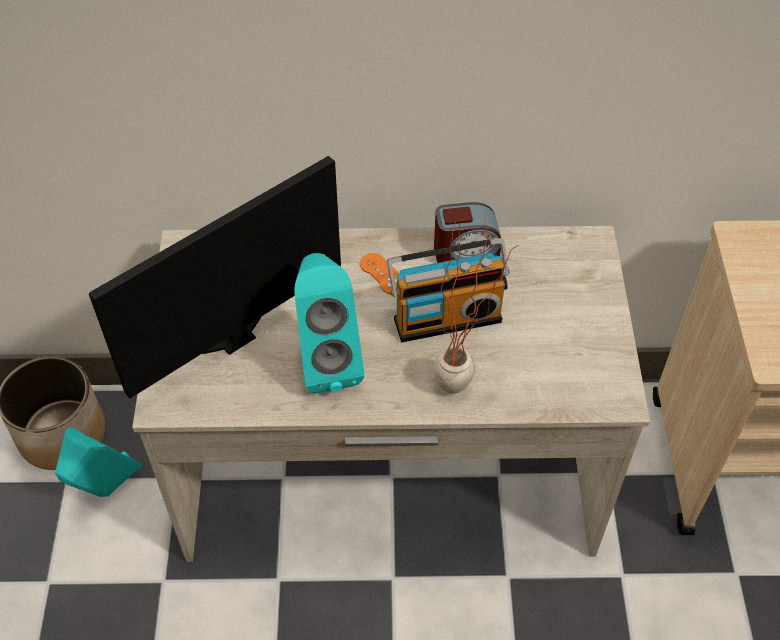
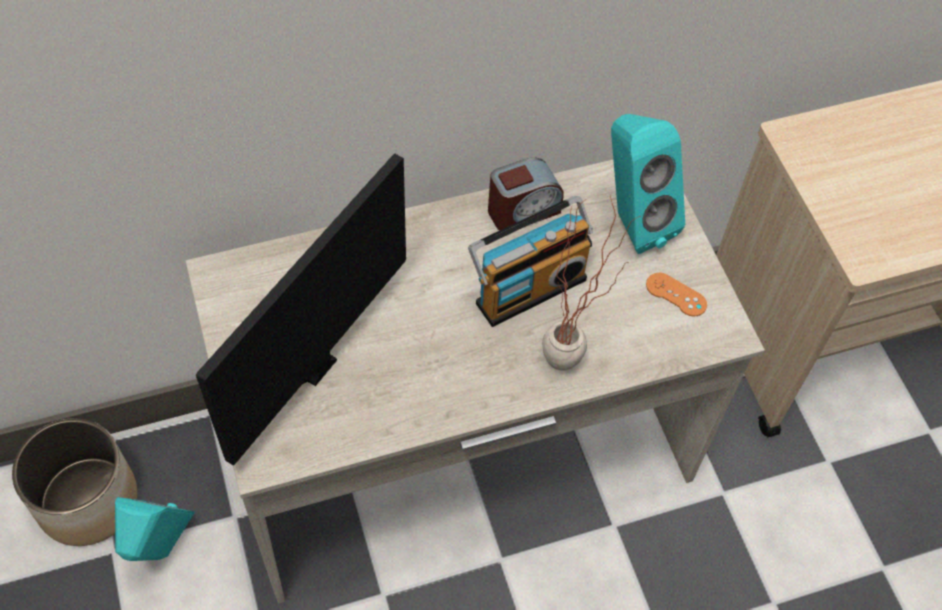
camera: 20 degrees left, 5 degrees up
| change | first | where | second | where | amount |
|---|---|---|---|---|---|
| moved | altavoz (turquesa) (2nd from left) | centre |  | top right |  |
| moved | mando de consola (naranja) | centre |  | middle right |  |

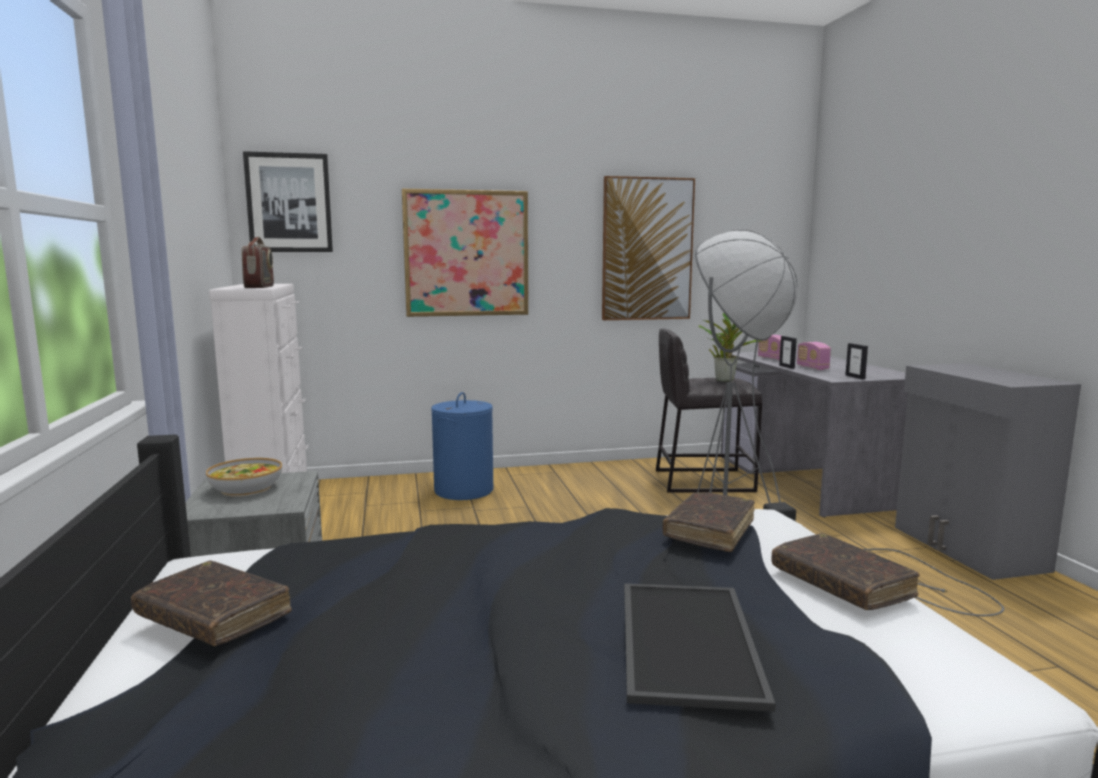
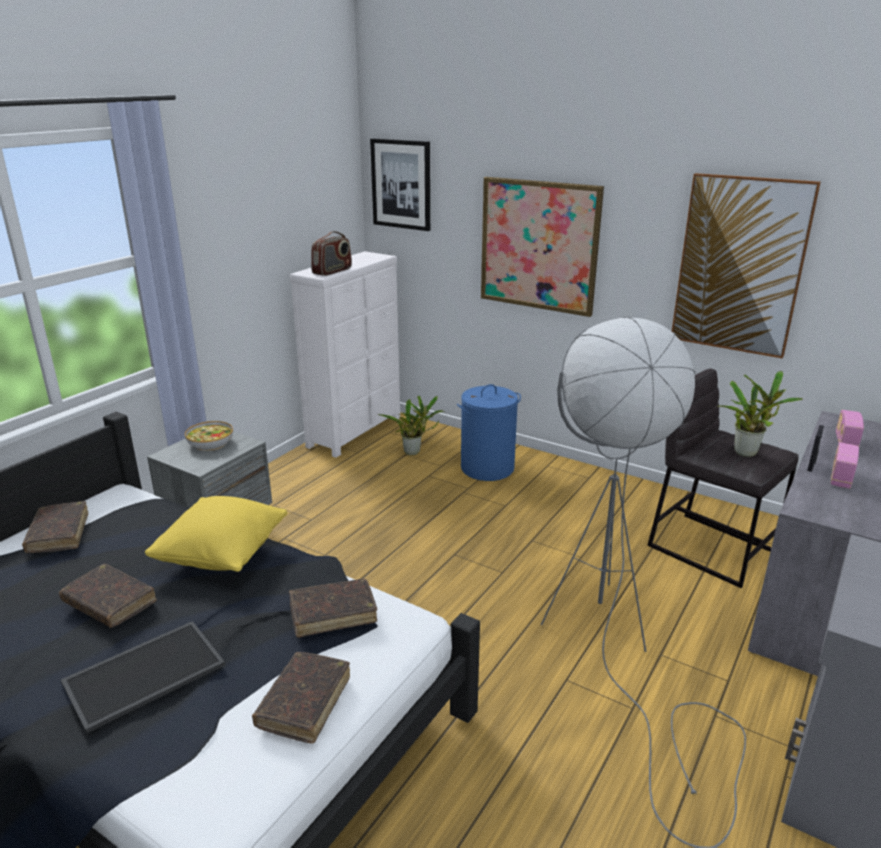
camera: 45 degrees right, 15 degrees up
| change | first | where | second | where | amount |
|---|---|---|---|---|---|
| removed | portarretratos (2nd from left) | middle right |  |  |  |
| added |  |  | planta en maceta (1st from left) | centre |  |
| added |  |  | cojín (amarillo) | middle left |  |
| added |  |  | libro (marrón) (2nd from left) | bottom left |  |

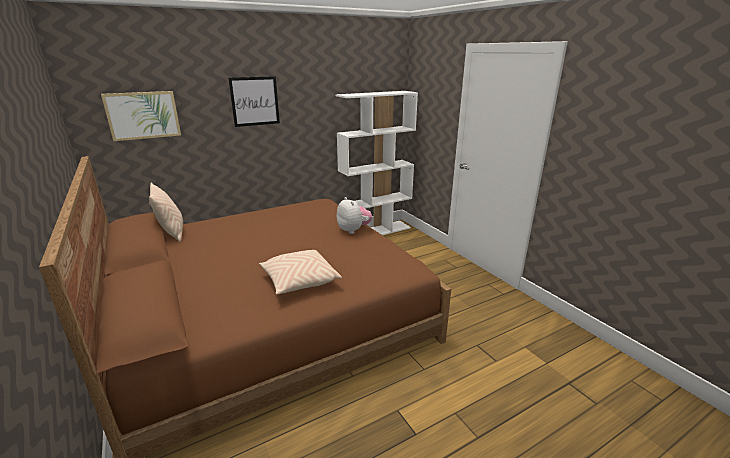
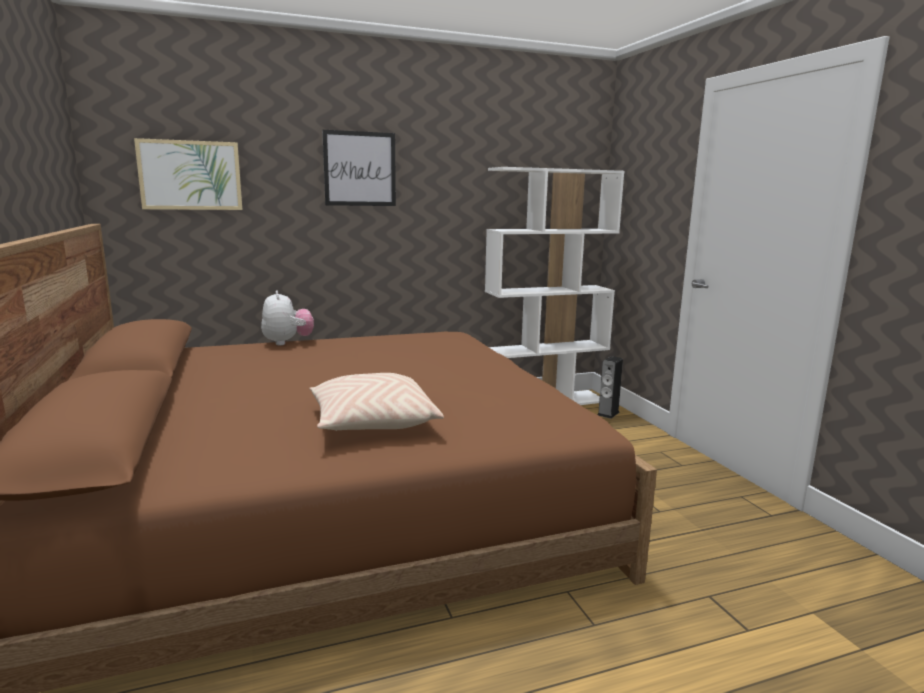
camera: 10 degrees right, 10 degrees down
| change | first | where | second | where | amount |
|---|---|---|---|---|---|
| removed | cojín (beis) (1st from left) | middle left |  |  |  |
| moved | peluche | centre |  | middle left |  |
| added |  |  | altavoz | centre |  |

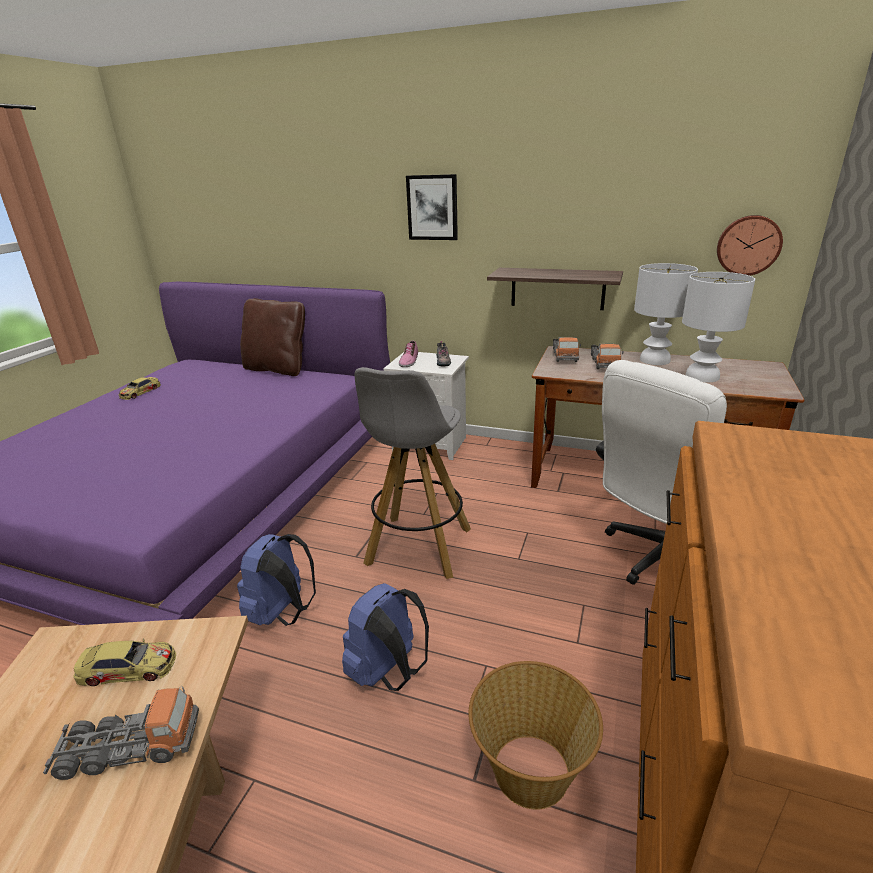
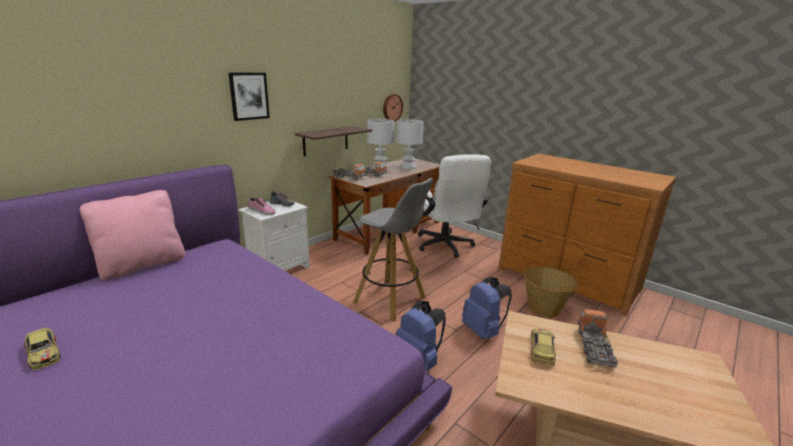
camera: 70 degrees left, 5 degrees down
| change | first | where | second | where | amount |
|---|---|---|---|---|---|
| recoloured | cojín (marrón) | middle left | cojín (rosa) | middle left |  |

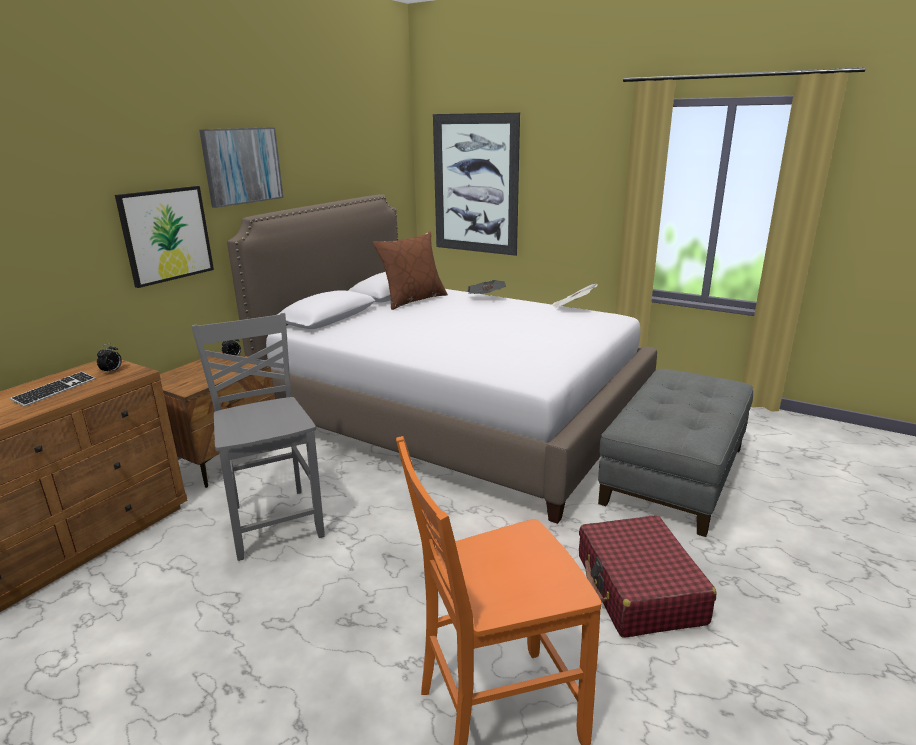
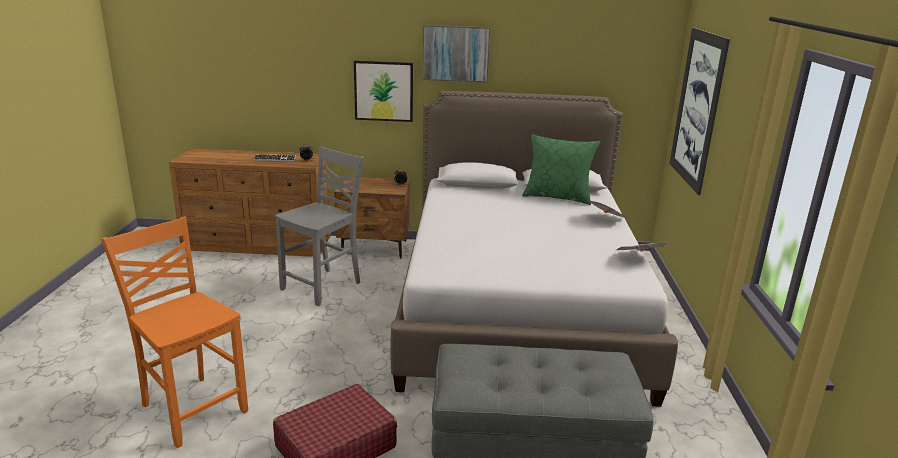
camera: 60 degrees right, 0 degrees up
| change | first | where | second | where | amount |
|---|---|---|---|---|---|
| recoloured | cojín (marrón) | centre | cojín (verde) | centre |  |

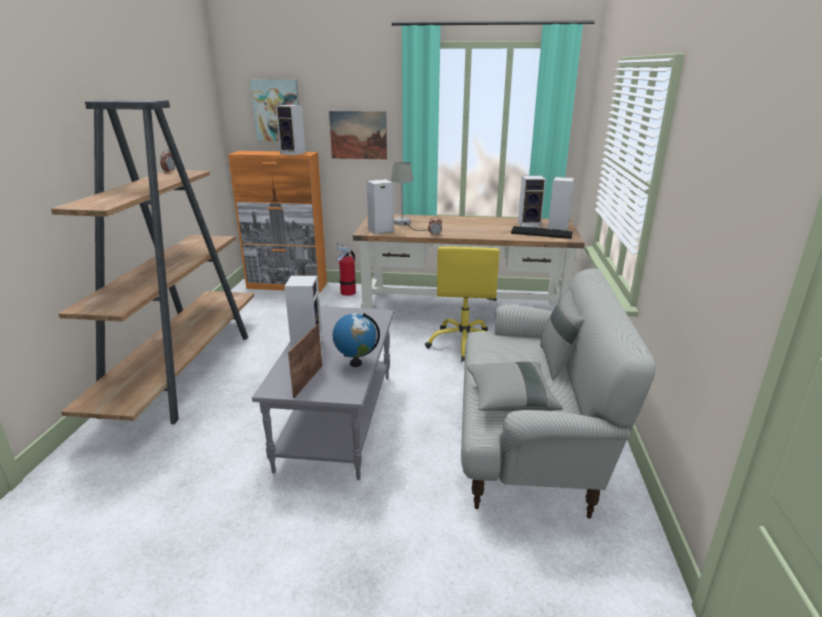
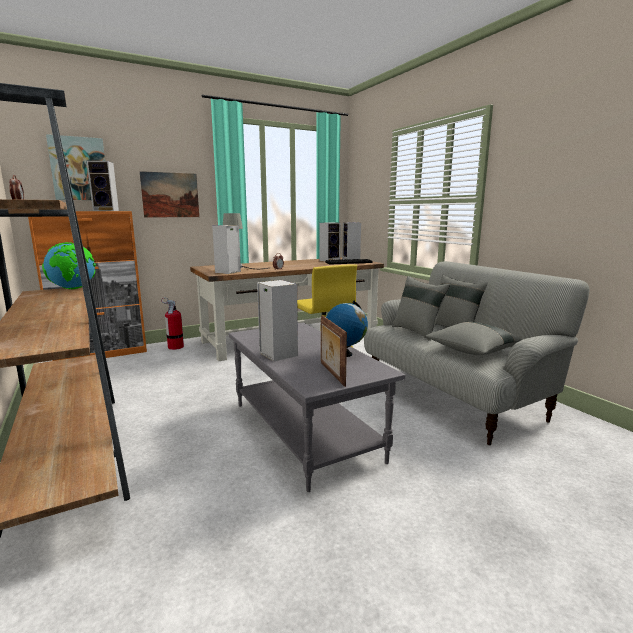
camera: 35 degrees left, 10 degrees down
| change | first | where | second | where | amount |
|---|---|---|---|---|---|
| added |  |  | globo terráqueo (1st from left) | middle left |  |
| added |  |  | cojín (gris) (1st from left) | centre |  |

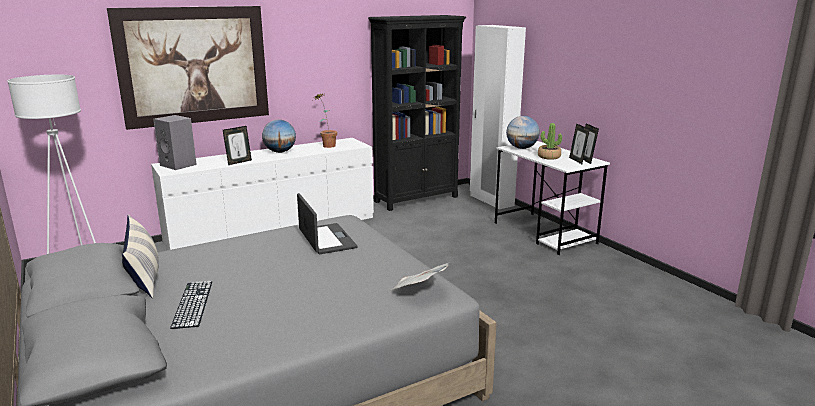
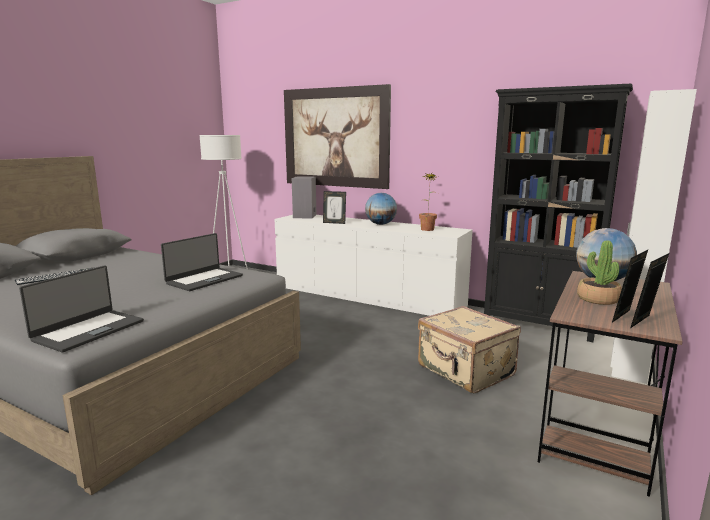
camera: 60 degrees right, 5 degrees down
| change | first | where | second | where | amount |
|---|---|---|---|---|---|
| recoloured | escritorio (blanco) | middle right | escritorio (marrón) | bottom right |  |
| removed | cojín | middle left |  |  |  |
| replaced | periódico | bottom centre | portátil (1st from left) | middle left |  |
| added |  |  | maleta (beis) | bottom centre |  |

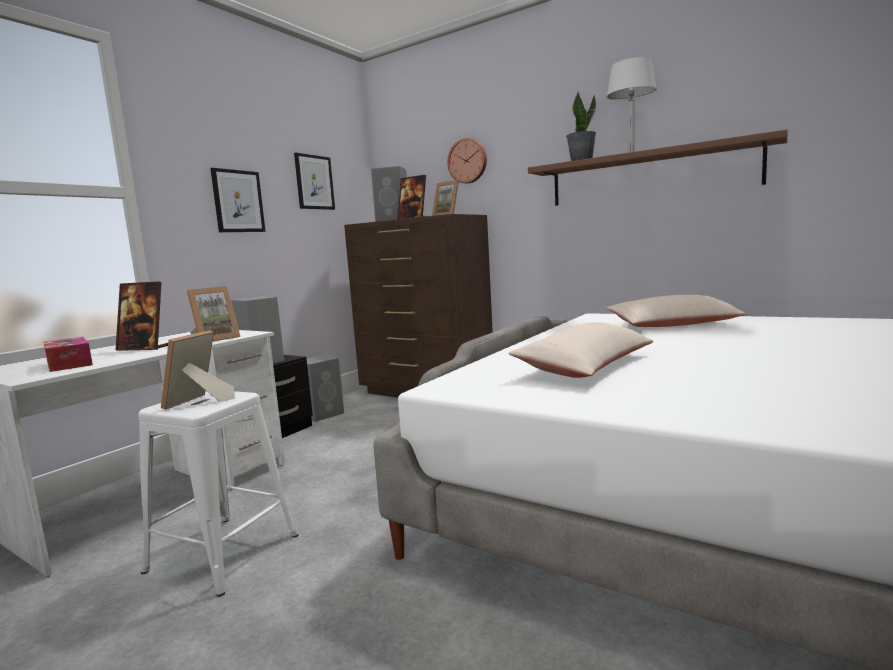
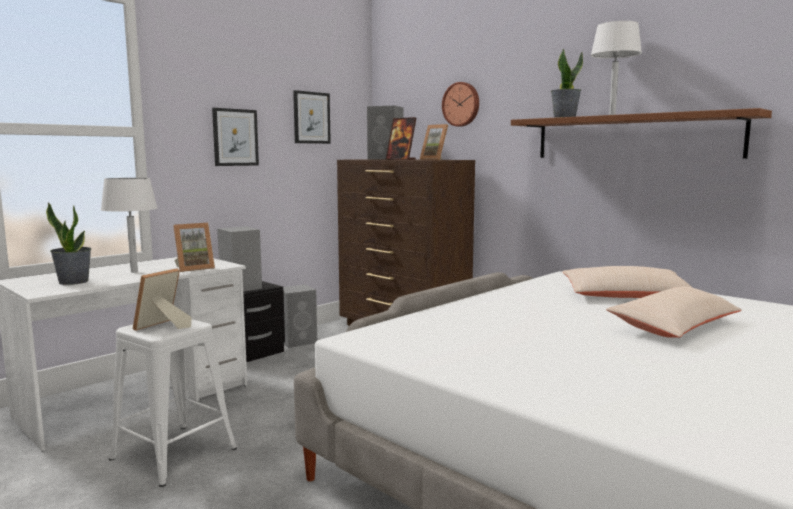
camera: 10 degrees right, 0 degrees up
| change | first | where | second | where | amount |
|---|---|---|---|---|---|
| replaced | portarretratos (1st from left) | middle left | lámpara de mesa (blanco) (1st from left) | middle left |  |
| moved | cojín (beis) (1st from left in the first image) | centre | cojín (beis) (2nd from left) | middle right |  |
| replaced | caja de pañuelos | middle left | planta en maceta (1st from left) | middle left |  |

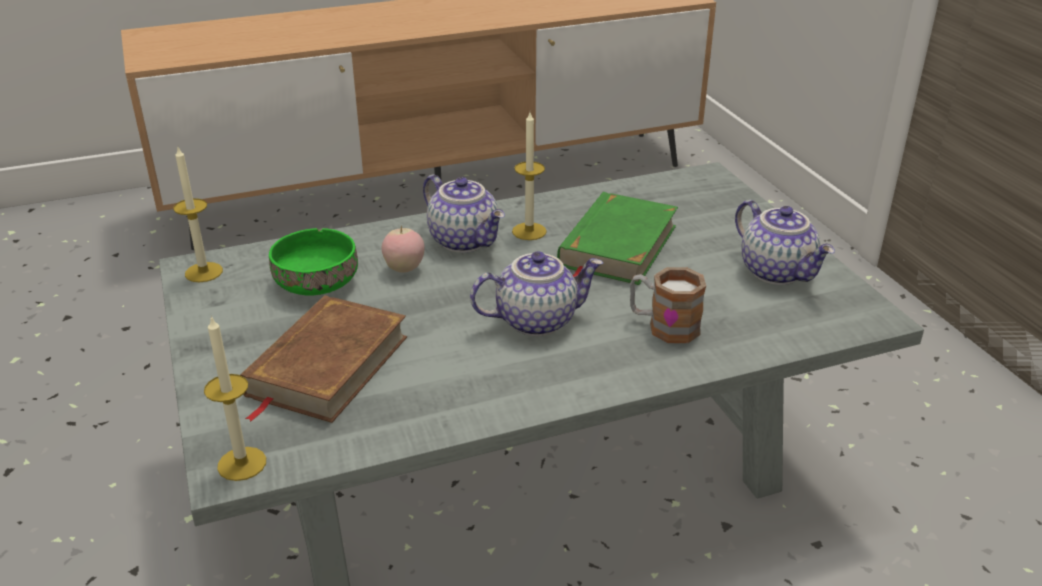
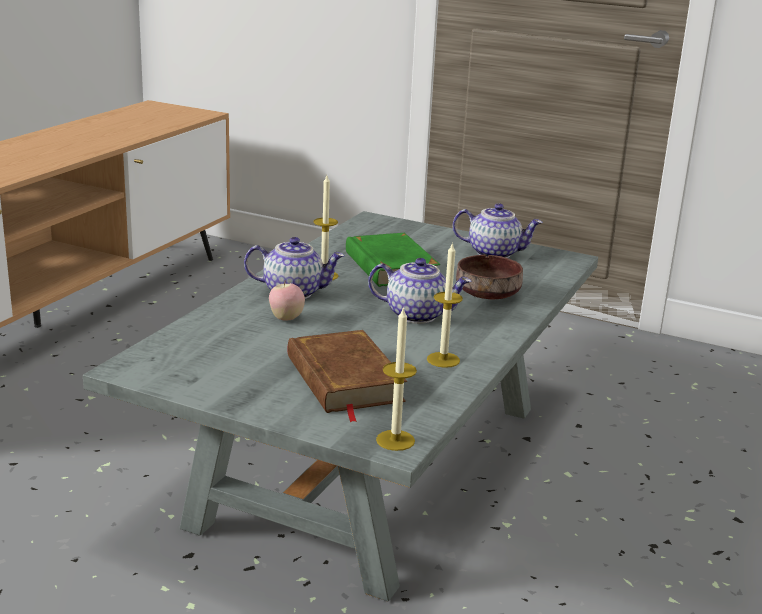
camera: 45 degrees left, 10 degrees down
| change | first | where | second | where | amount |
|---|---|---|---|---|---|
| moved | vela (1st from left in the first image) | middle left | vela (3rd from left) | centre |  |
| removed | cuenco (verde) | middle left |  |  |  |
| turned | tetera (2nd from left) | centre |  | centre | 75 degrees clockwise |
| replaced | taza grande | centre | cuenco (marrón) | centre |  |

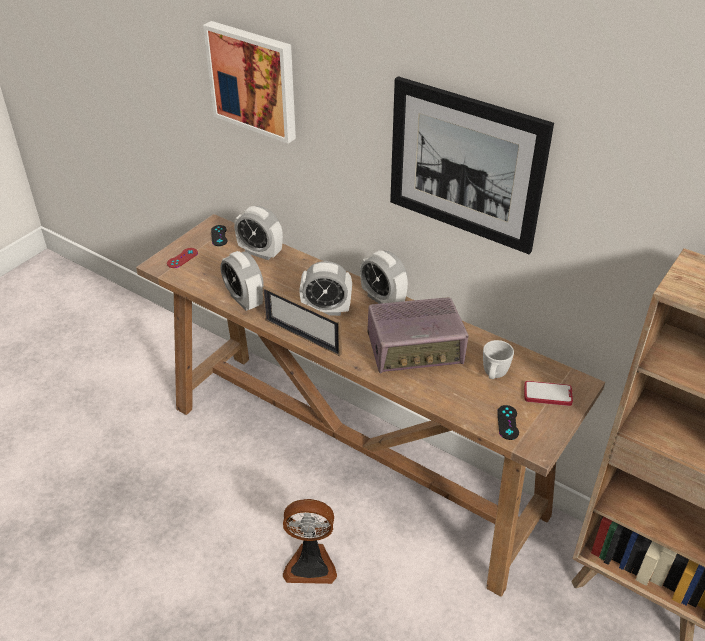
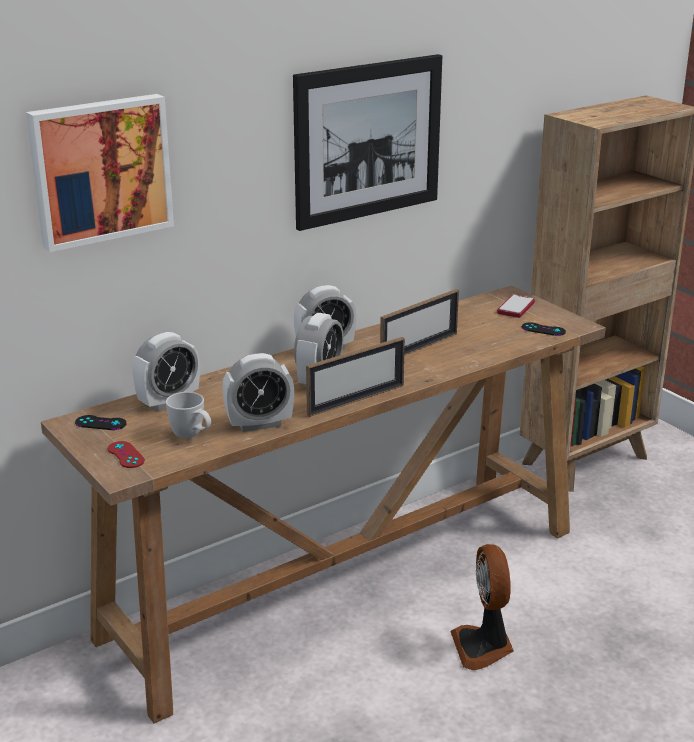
camera: 70 degrees left, 15 degrees down
| change | first | where | second | where | amount |
|---|---|---|---|---|---|
| replaced | radio | centre | portarretratos (2nd from left) | centre |  |
| moved | taza grande (blanco) | middle right |  | middle left |  |
| turned | ventilador | bottom centre |  | bottom right | 150 degrees clockwise |

